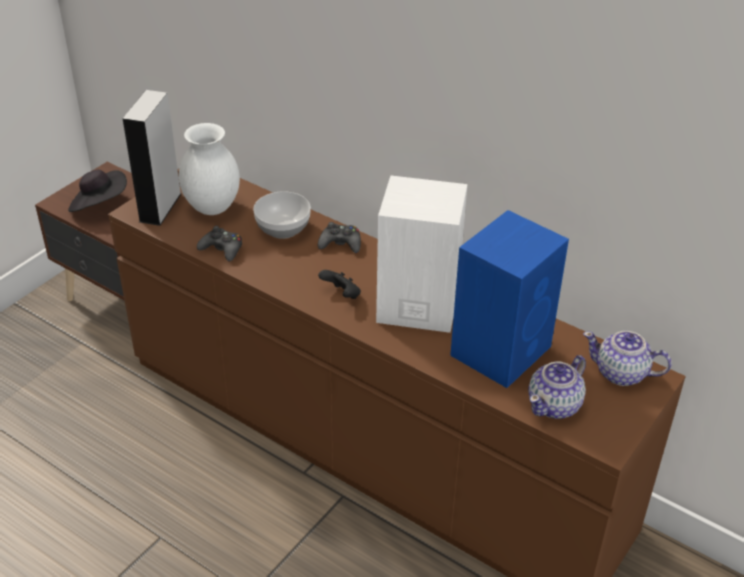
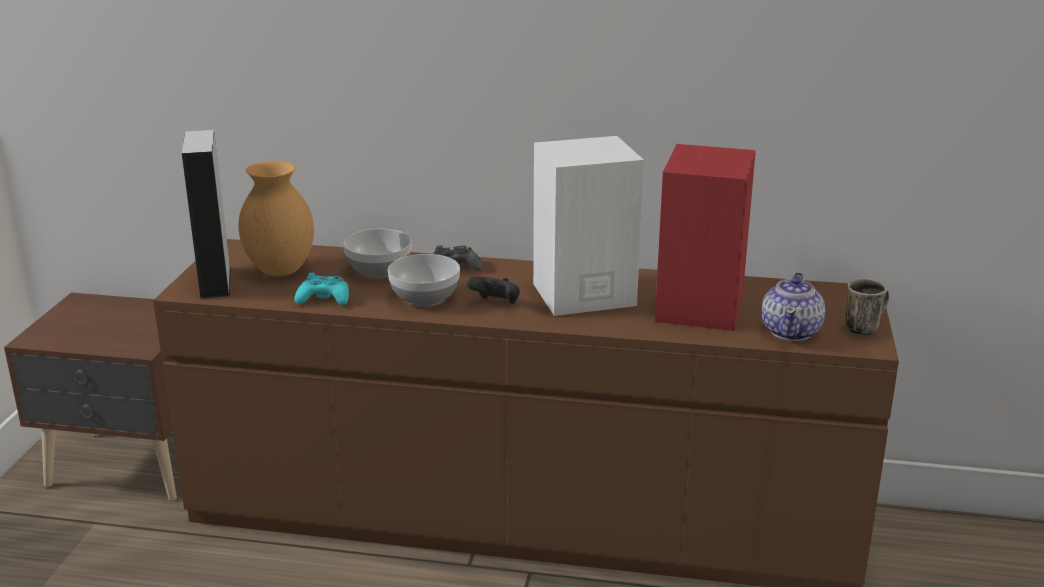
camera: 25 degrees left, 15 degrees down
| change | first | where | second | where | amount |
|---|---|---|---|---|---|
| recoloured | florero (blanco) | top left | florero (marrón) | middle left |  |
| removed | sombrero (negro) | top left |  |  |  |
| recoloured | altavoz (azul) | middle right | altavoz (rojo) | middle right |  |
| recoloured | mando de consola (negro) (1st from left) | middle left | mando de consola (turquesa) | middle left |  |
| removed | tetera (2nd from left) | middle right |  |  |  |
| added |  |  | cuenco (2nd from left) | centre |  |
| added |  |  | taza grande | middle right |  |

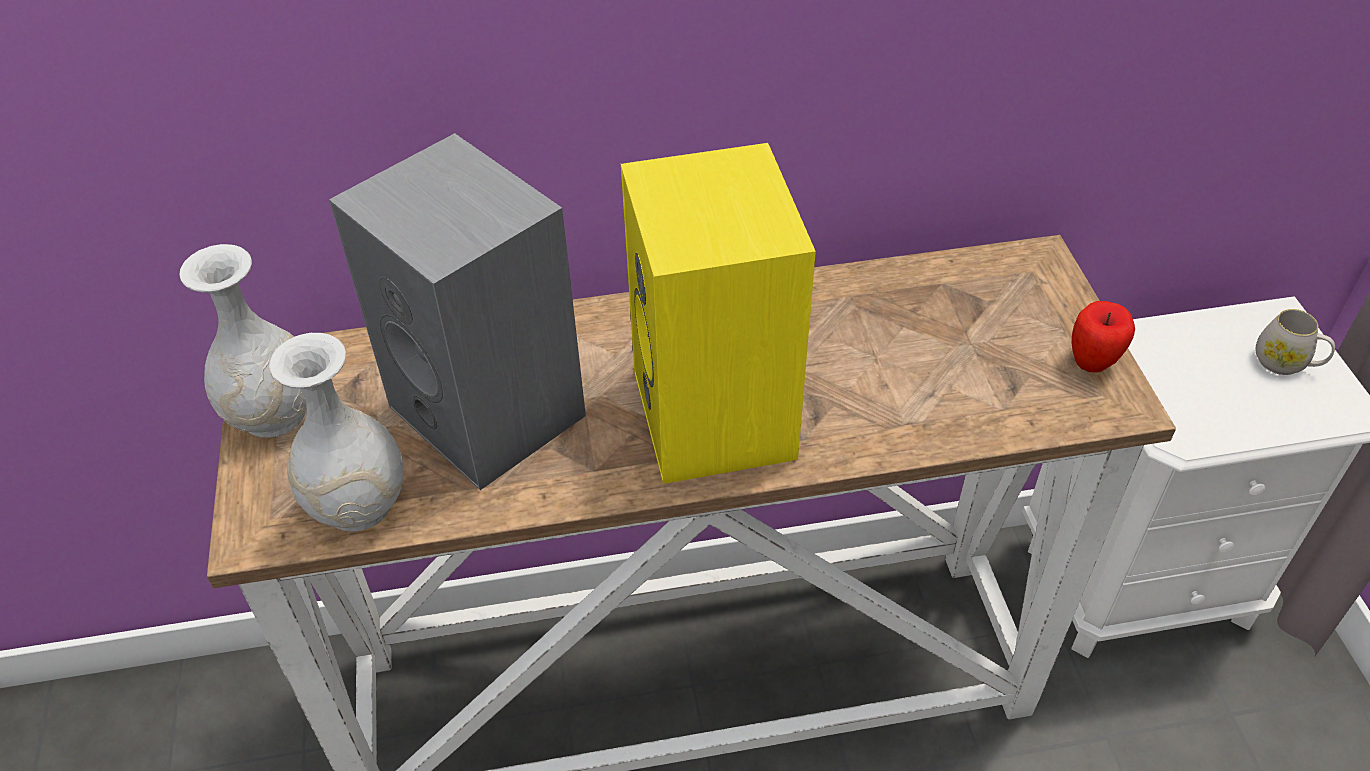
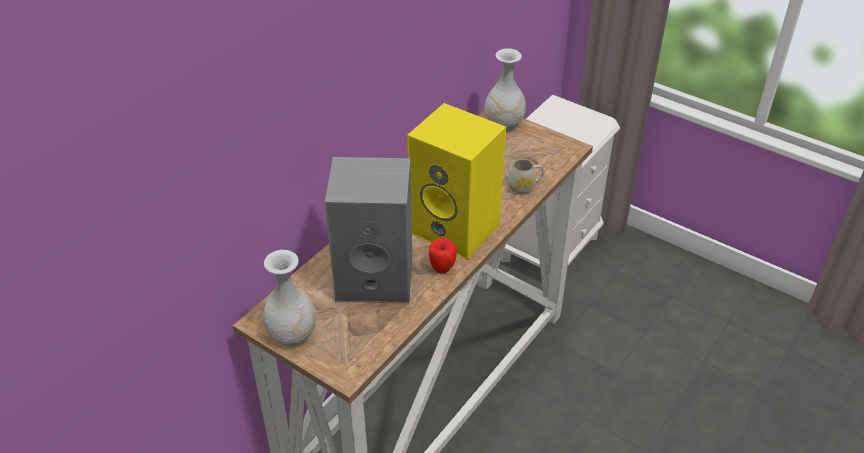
camera: 45 degrees left, 5 degrees down
| change | first | where | second | where | amount |
|---|---|---|---|---|---|
| moved | manzana | middle right |  | centre |  |
| moved | taza grande (blanco) | middle right |  | centre |  |
| moved | florero (blanco) (2nd from left) | middle left |  | top centre |  |

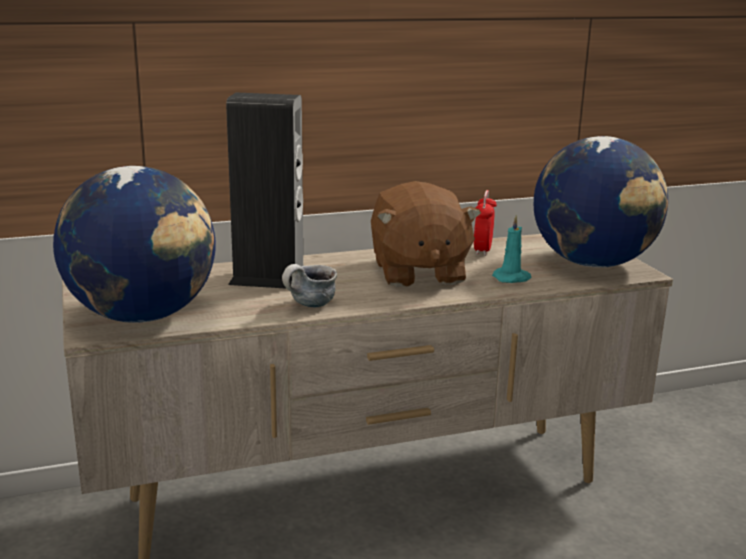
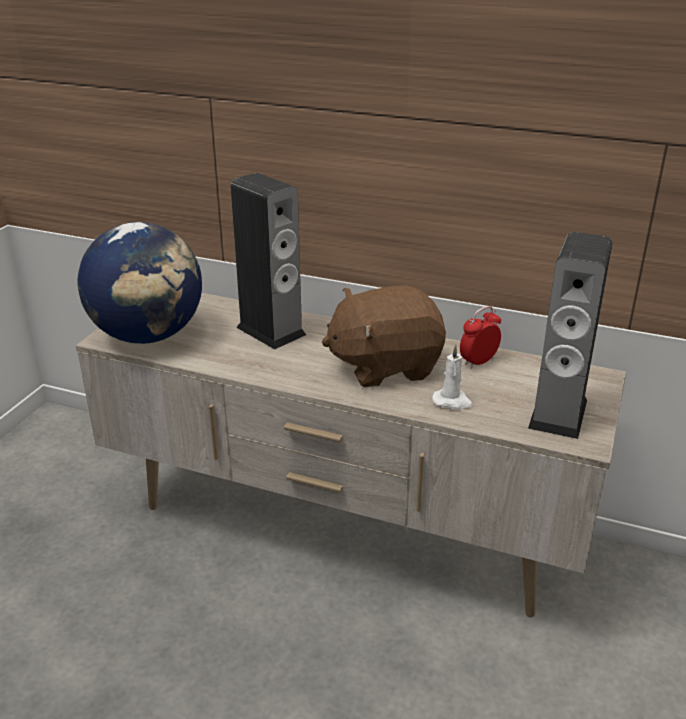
camera: 40 degrees right, 10 degrees up
| change | first | where | second | where | amount |
|---|---|---|---|---|---|
| replaced | globo terráqueo (2nd from left) | middle right | altavoz (2nd from left) | middle right |  |
| turned | peluche (marrón) | centre |  | centre | 45 degrees clockwise |
| recoloured | vela (turquesa) | middle right | vela (blanco) | centre |  |
| removed | taza grande | centre |  |  |  |

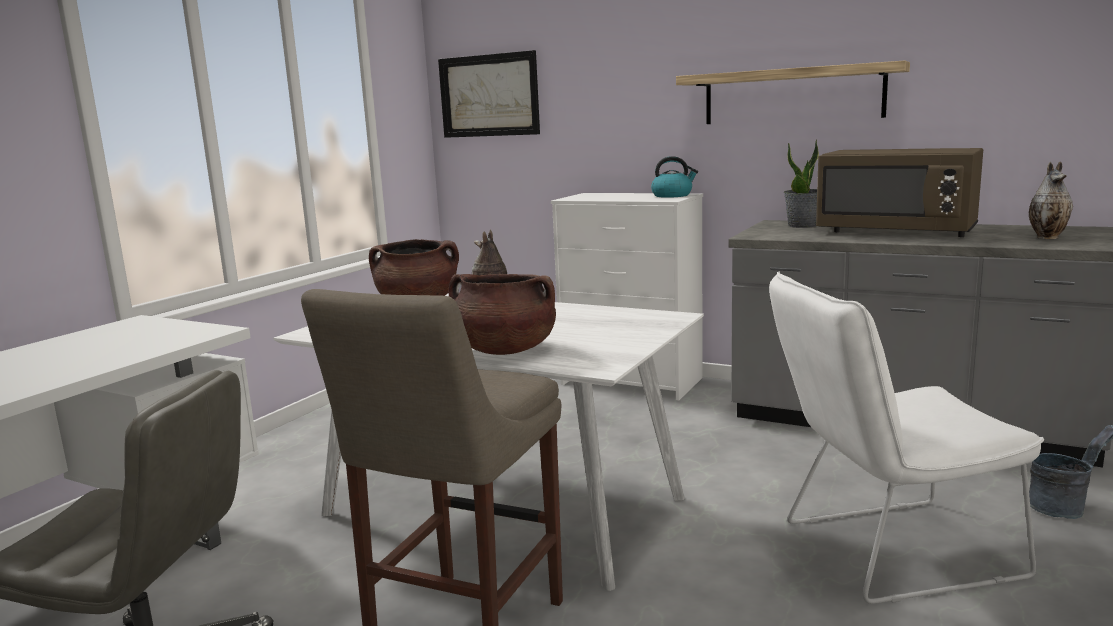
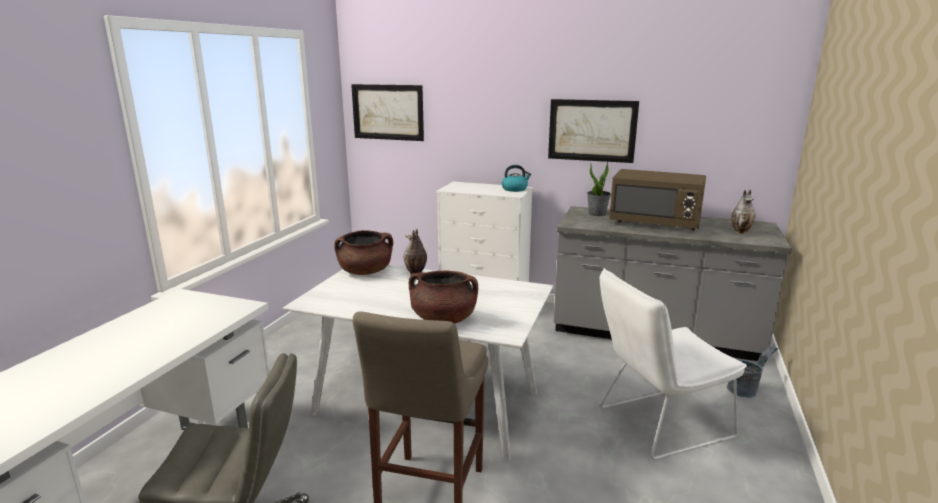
camera: 10 degrees left, 5 degrees up
| change | first | where | second | where | amount |
|---|---|---|---|---|---|
| replaced | estante | top right | cuadro (2nd from left) | top centre |  |

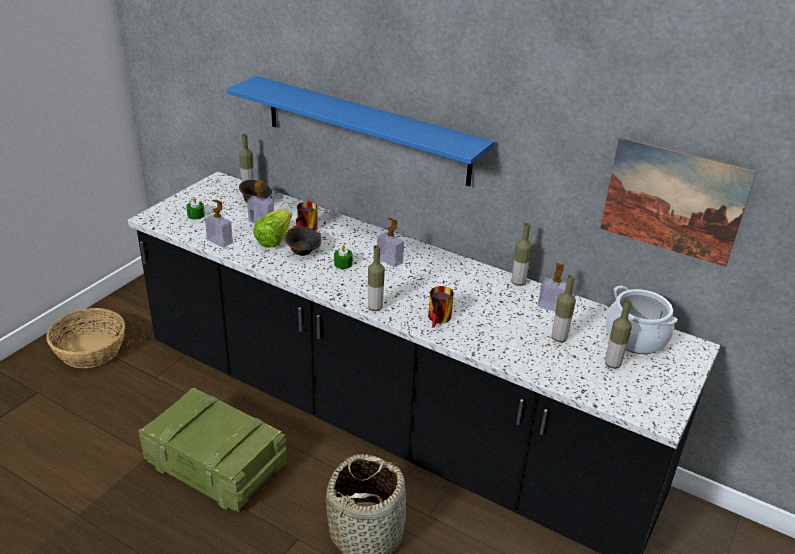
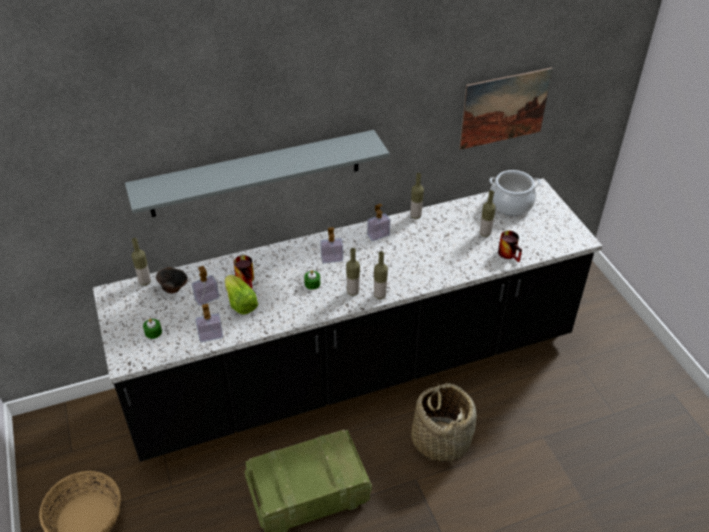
camera: 50 degrees left, 10 degrees up
| change | first | where | second | where | amount |
|---|---|---|---|---|---|
| recoloured | estante (azul) | top centre | estante (gris) | top centre |  |
| removed | cuenco (marrón) (2nd from left) | centre |  |  |  |
| moved | dispensador de jabón (4th from left) | middle right |  | centre |  |
| moved | taza grande (2nd from left) | centre |  | middle right |  |
| moved | botella (5th from left in the first image) | middle right | botella (2nd from left) | centre |  |

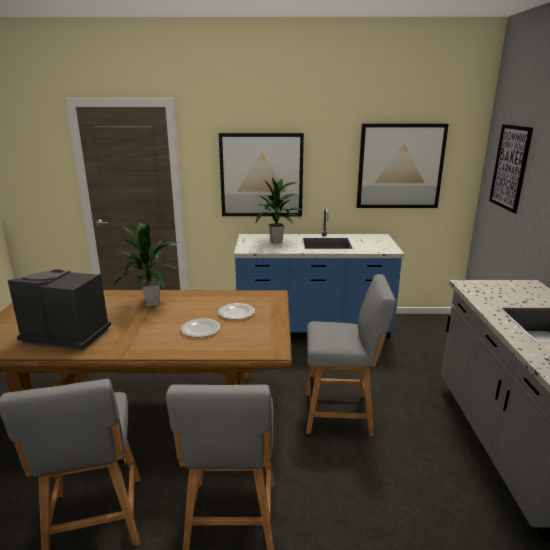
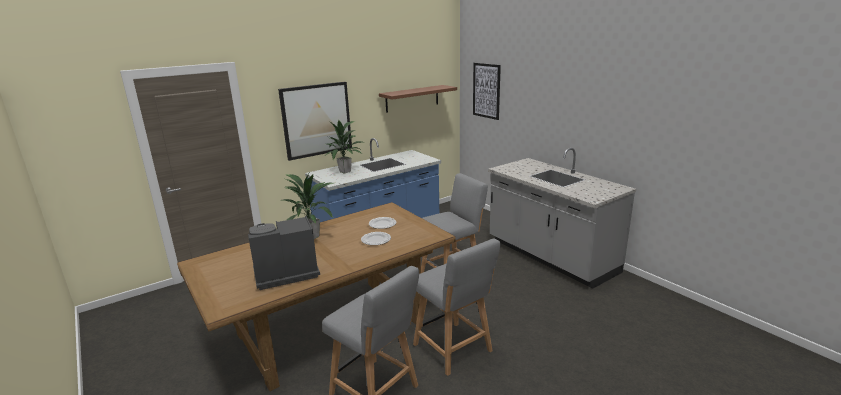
camera: 35 degrees left, 0 degrees up
| change | first | where | second | where | amount |
|---|---|---|---|---|---|
| replaced | cuadro (2nd from left) | top right | estante (marrón) | top centre |  |

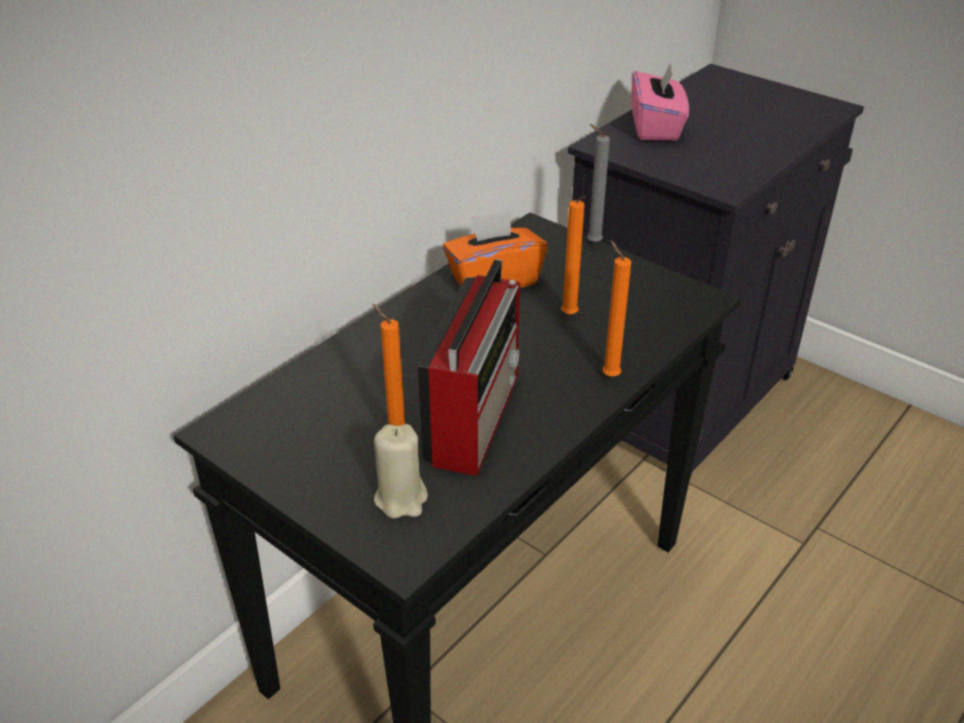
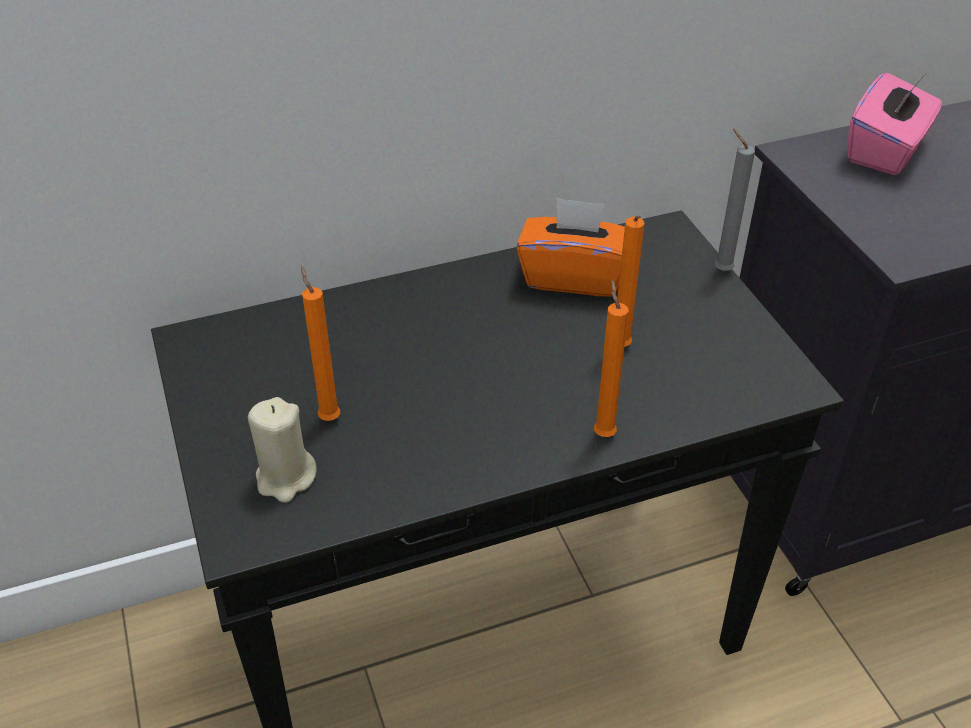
camera: 30 degrees right, 5 degrees up
| change | first | where | second | where | amount |
|---|---|---|---|---|---|
| removed | radio | centre |  |  |  |

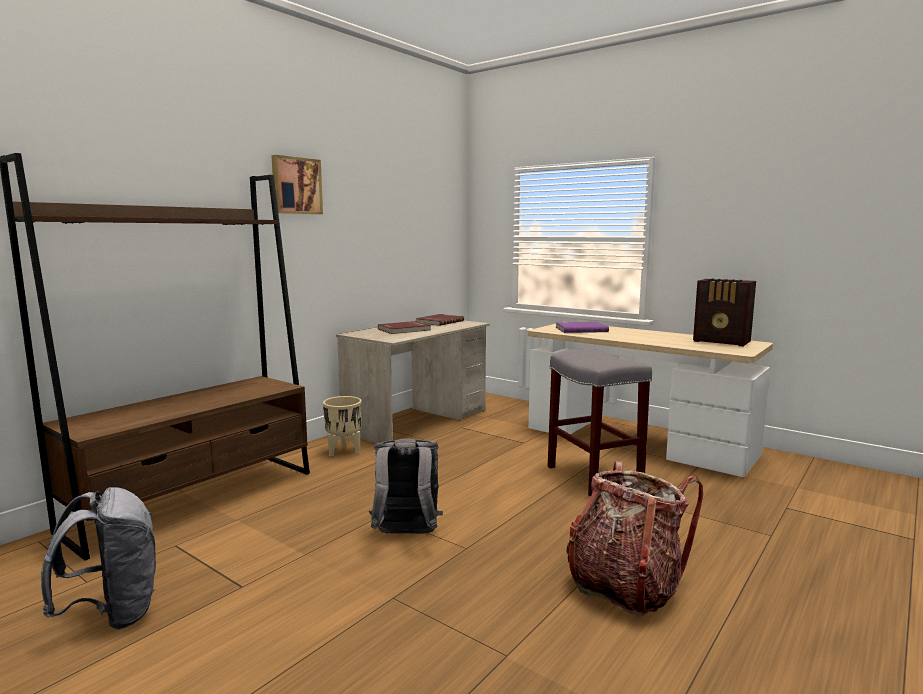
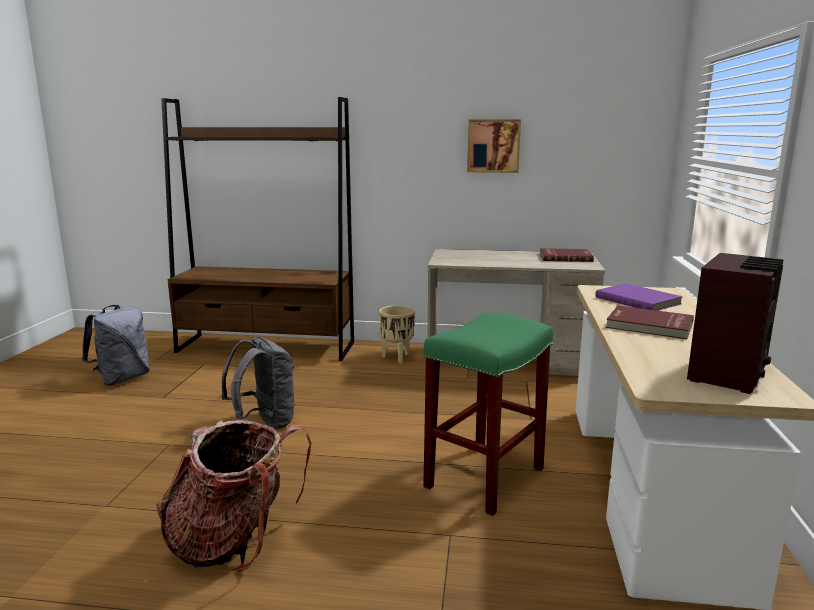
camera: 60 degrees right, 5 degrees up
| change | first | where | second | where | amount |
|---|---|---|---|---|---|
| moved | cuadro | top left |  | top centre |  |
| turned | radio | middle right |  | middle right | 150 degrees counterclockwise |
| moved | libro (rojo) (1st from left in the first image) | centre | libro (rojo) (2nd from left) | middle right |  |
| recoloured | taburete (gris) | centre | taburete (verde) | bottom centre |  |

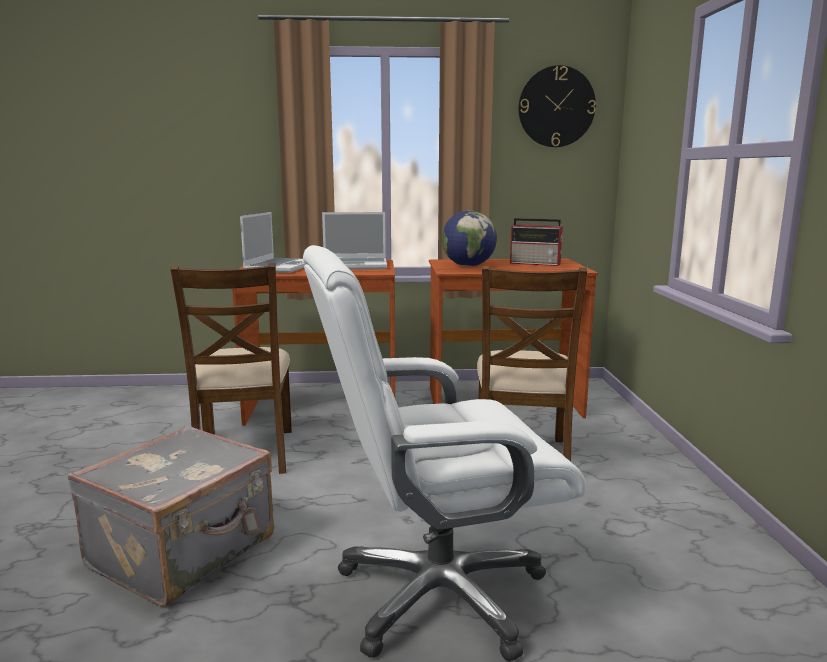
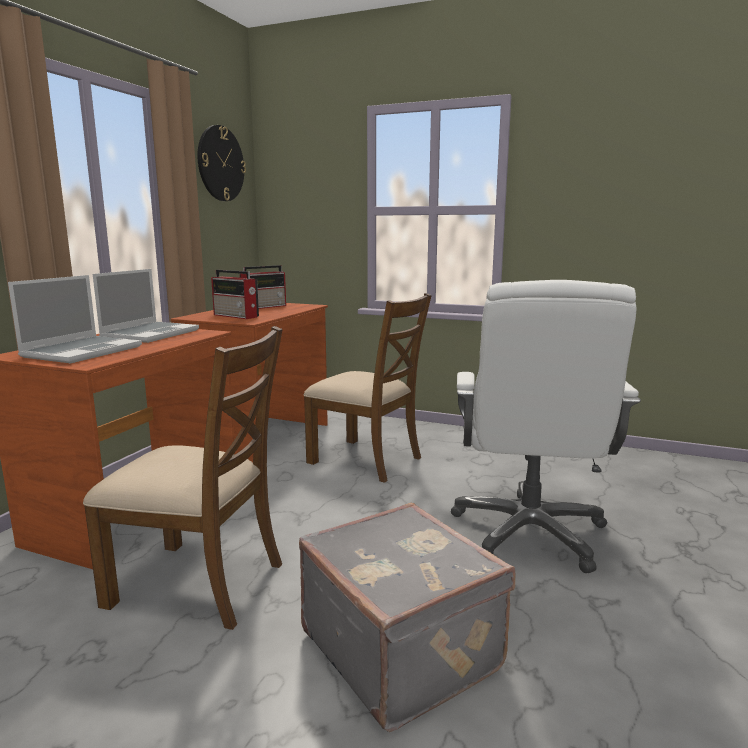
camera: 65 degrees left, 0 degrees up
| change | first | where | second | where | amount |
|---|---|---|---|---|---|
| replaced | globo terráqueo | centre | radio (1st from left) | middle left |  |
| turned | portátil (1st from left) | middle left |  | middle left | 75 degrees clockwise |

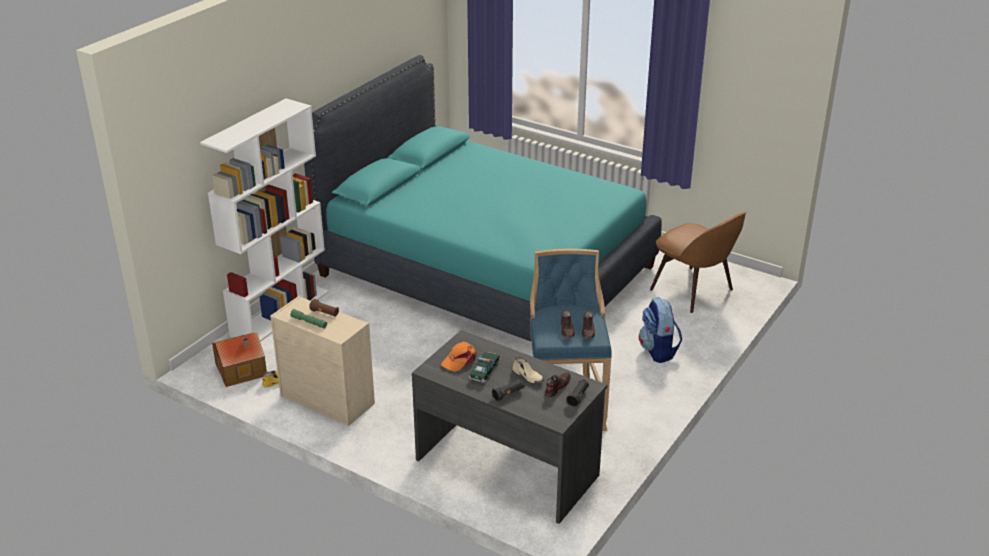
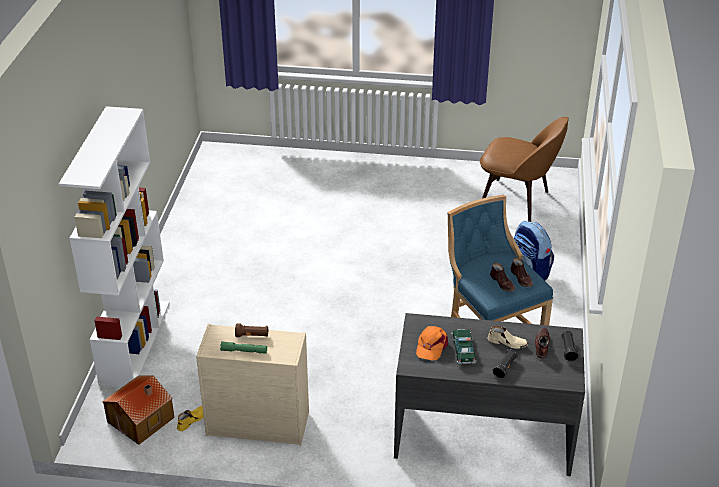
camera: 25 degrees left, 5 degrees up
| change | first | where | second | where | amount |
|---|---|---|---|---|---|
| removed | cama (turquesa) | centre |  |  |  |

